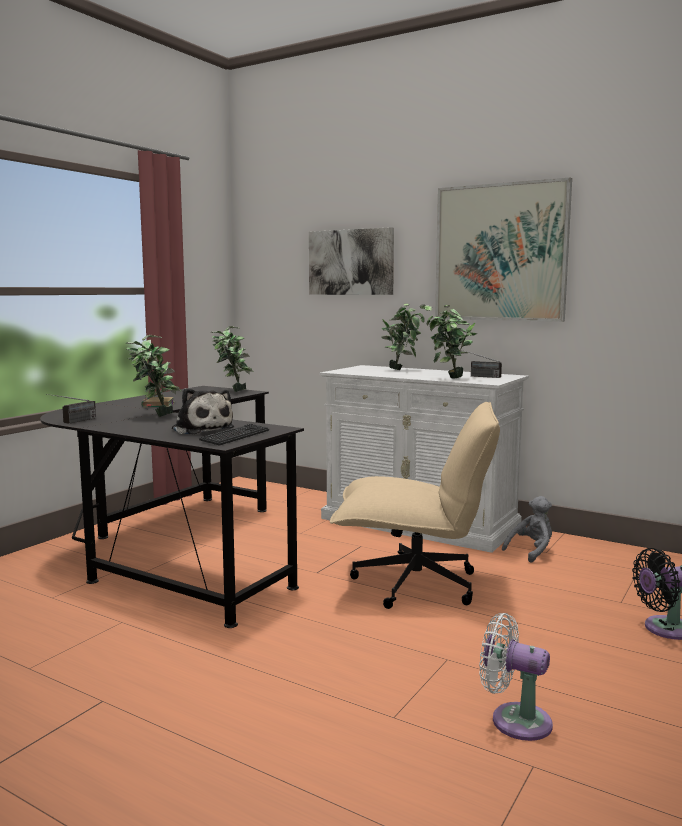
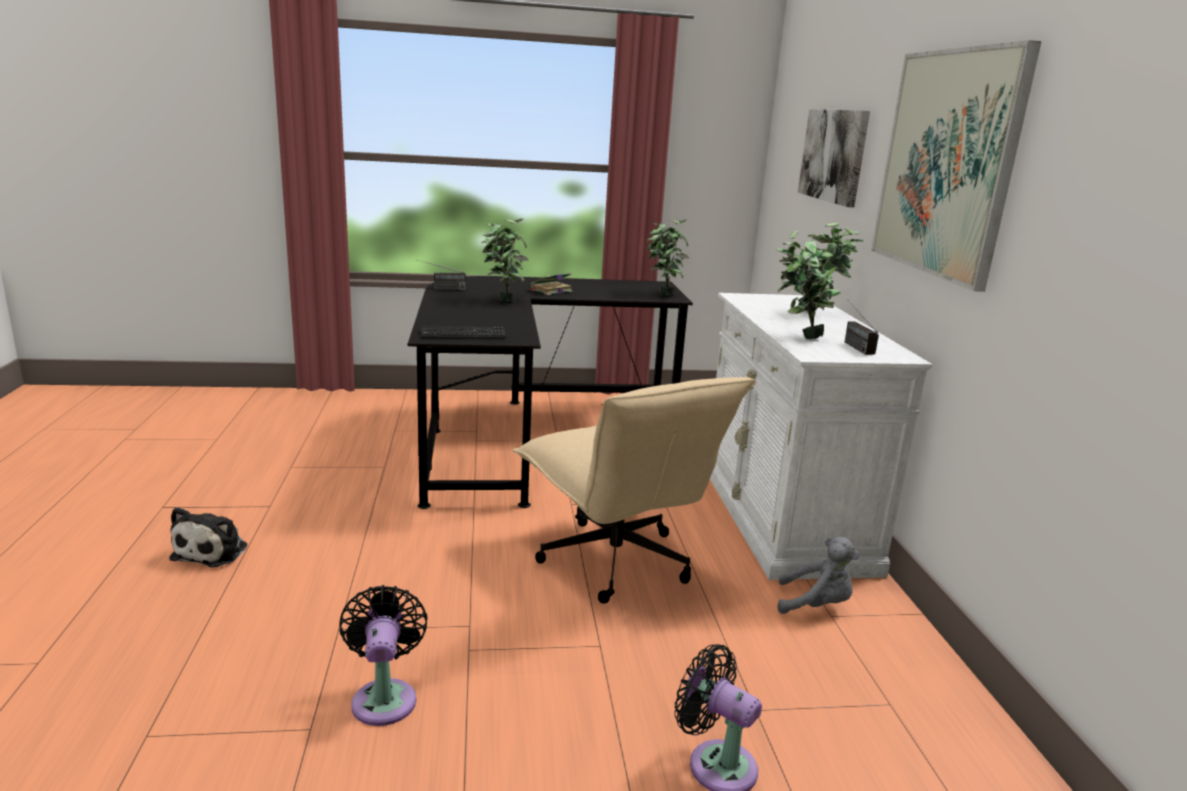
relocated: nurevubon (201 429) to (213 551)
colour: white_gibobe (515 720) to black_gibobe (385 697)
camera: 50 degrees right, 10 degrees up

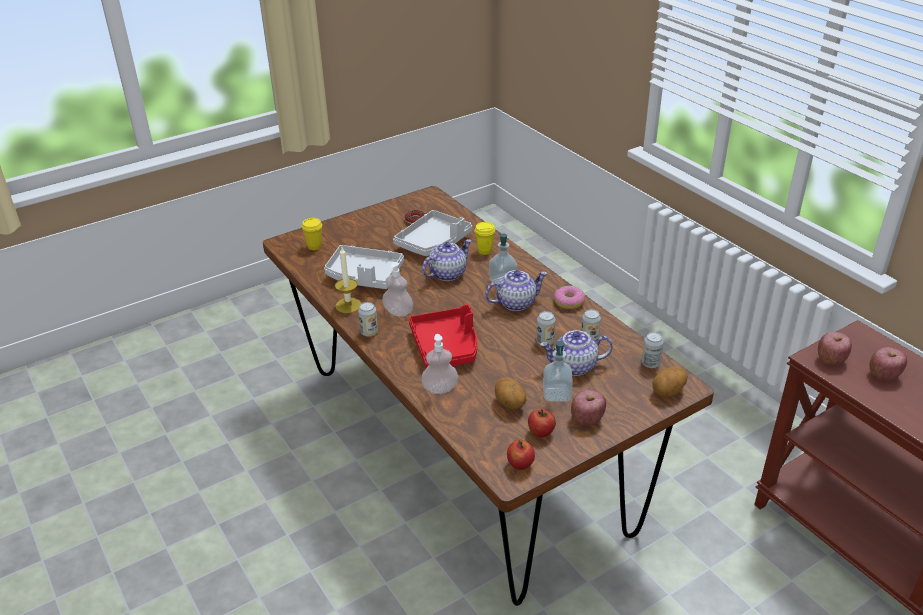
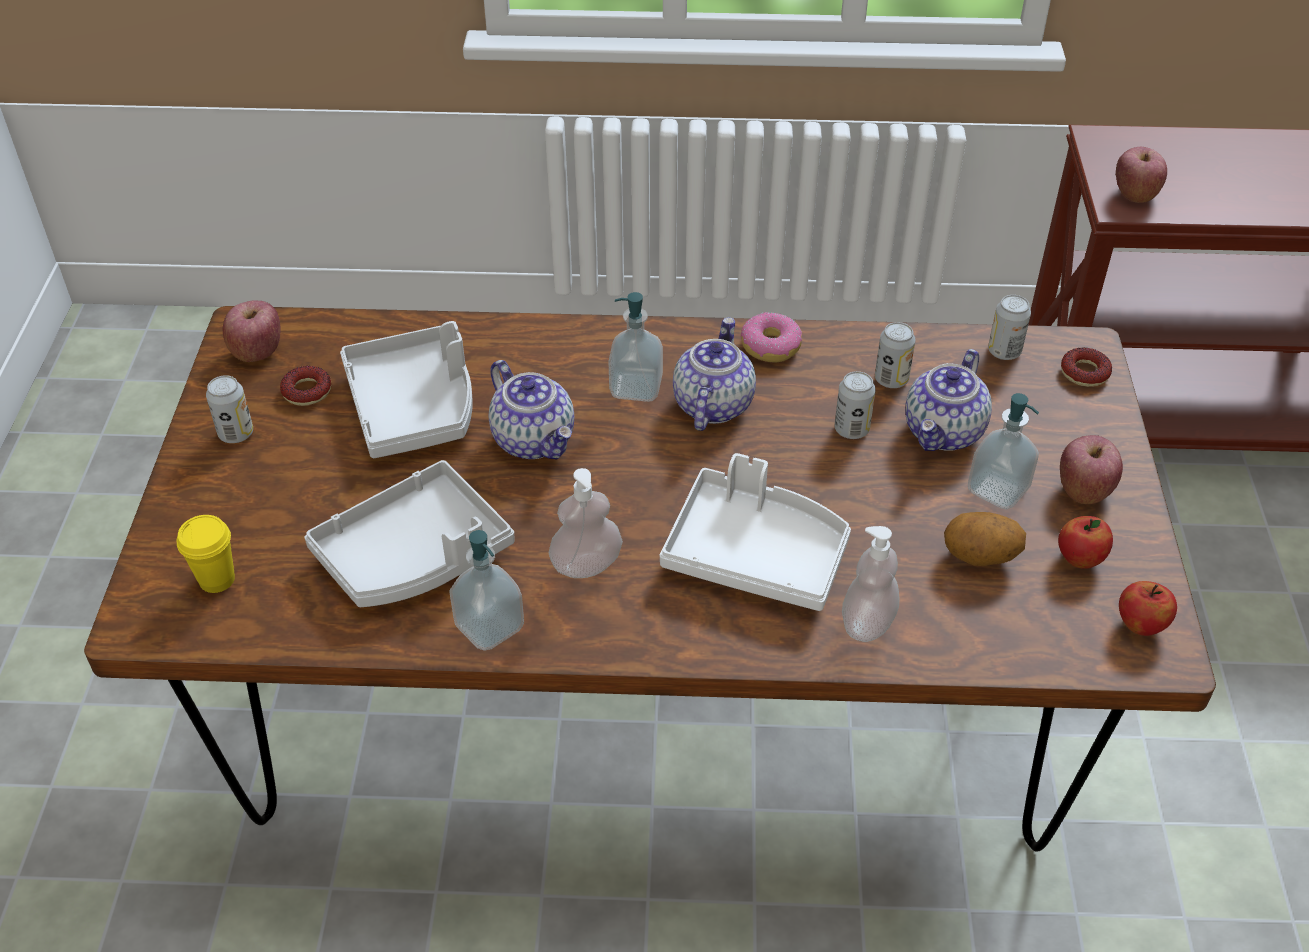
missing: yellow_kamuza (484 251)
relocated: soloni (369 332) to (236 434); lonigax (883 375) to (257 351)
exchanged: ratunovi (348 305) to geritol (489 627); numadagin (668 392) to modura (1084 372)
colour: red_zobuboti (446 347) to white_zobuboti (756 554)
spun: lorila (447 273) = (535 440) 150 degrees clockwise
camera: 55 degrees left, 10 degrees up

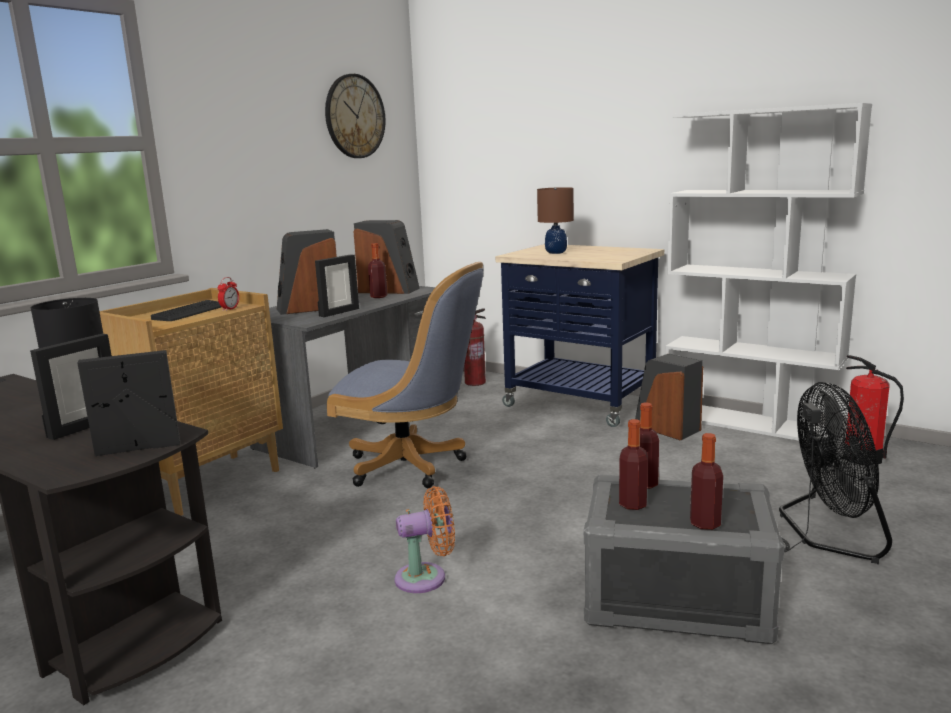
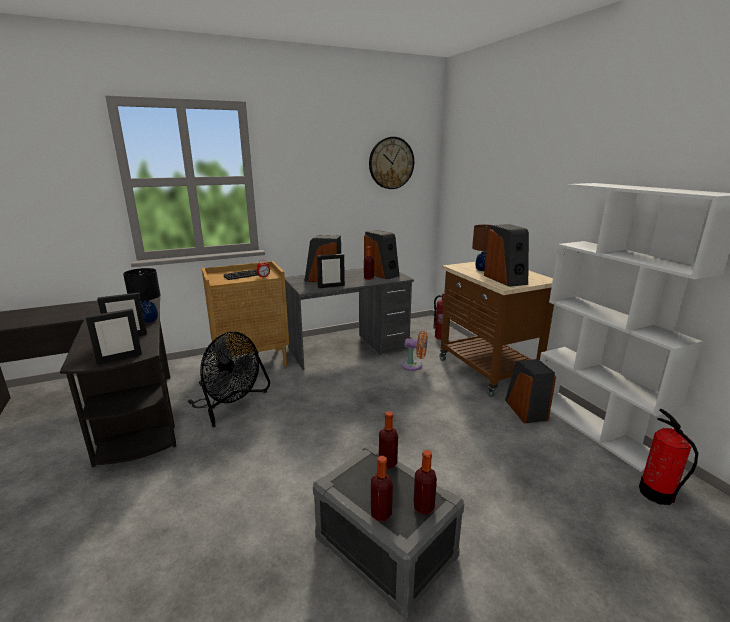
missing: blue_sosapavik (415 468)
appeared: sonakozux (505 279)
relocated: orange_gibobe (426 577) to (414 366); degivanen (632 504) to (423 507); black_gibobe (815 531) to (228 405)
colour: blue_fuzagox (580 404) to brown_fuzagox (487 372)
spun: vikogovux (138 448) = (119 358) 135 degrees clockwise
camera: 30 degrees right, 5 degrees up

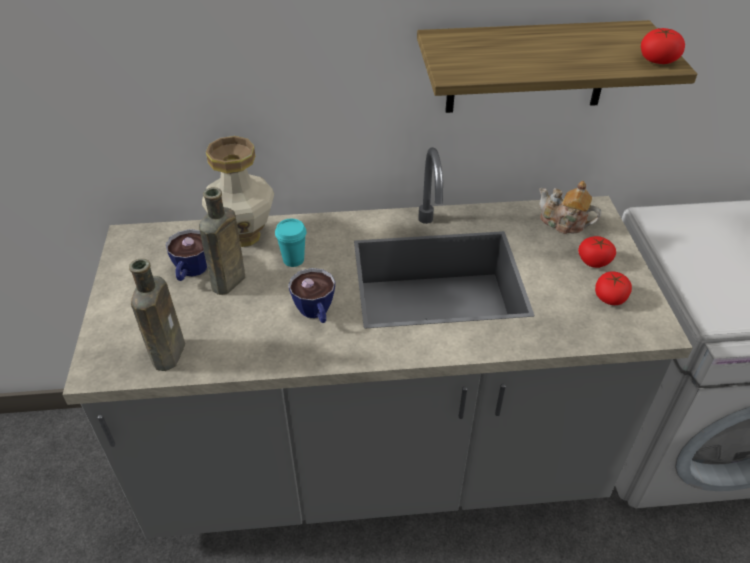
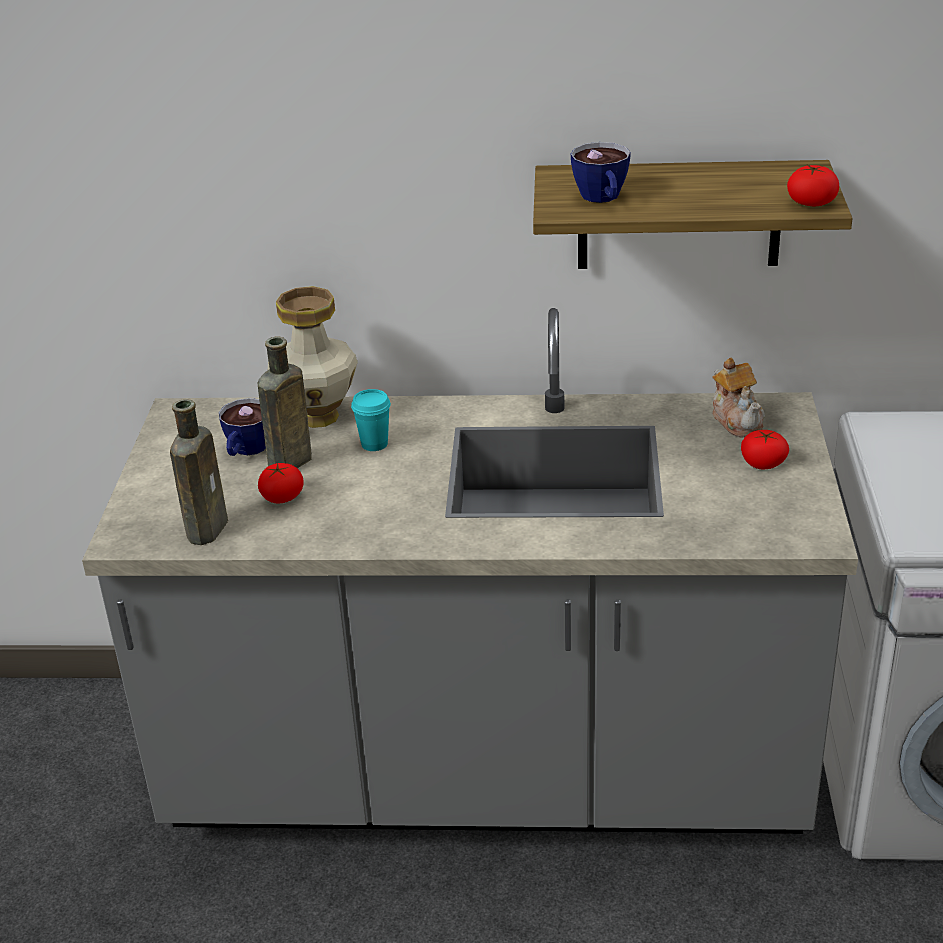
relocated: kamuza (316 313) to (603 199); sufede (610 297) to (282 497)
spun: lorila (563 223) = (737 420) 150 degrees counterclockwise
camera: 10 degrees right, 10 degrees down

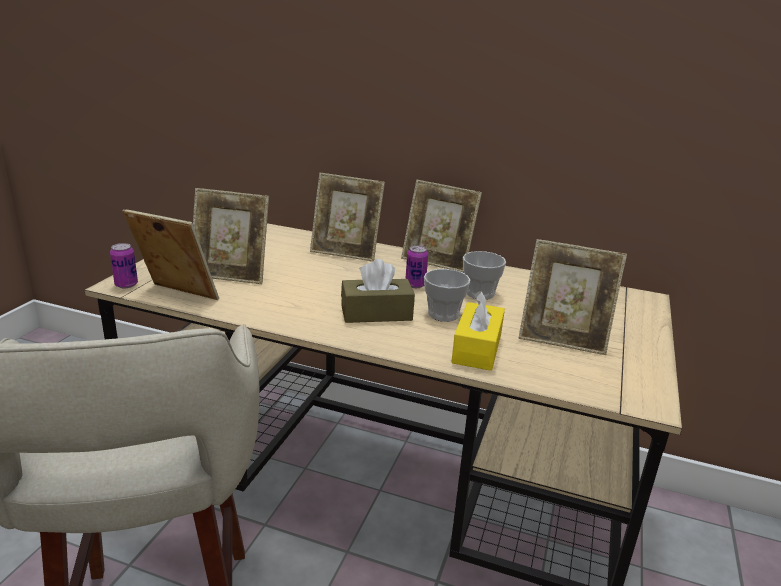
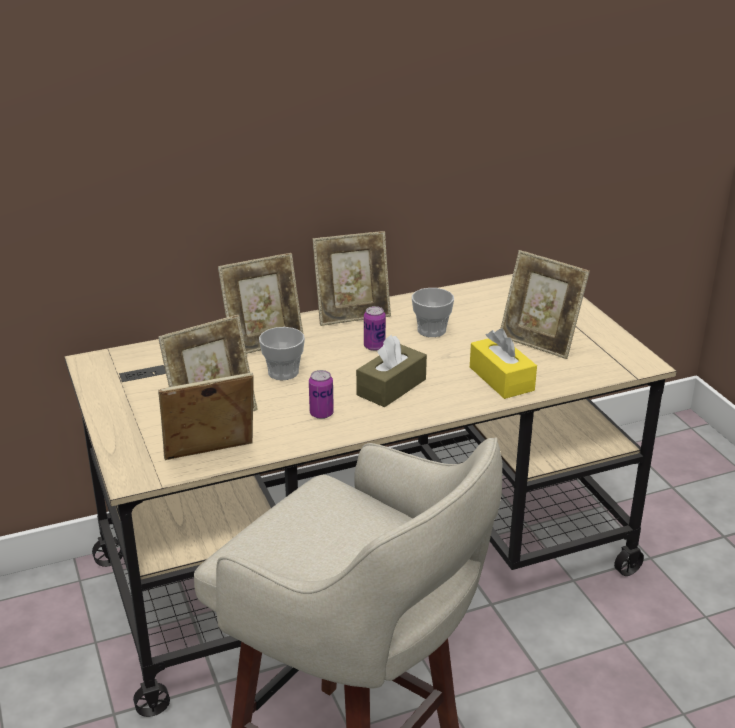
relocated: soloni (126 285) to (321 414); kamuza (443 314) to (283 372)
spun: vikogovux (562 340) = (539 342) 60 degrees clockwise
camera: 40 degrees left, 5 degrees up

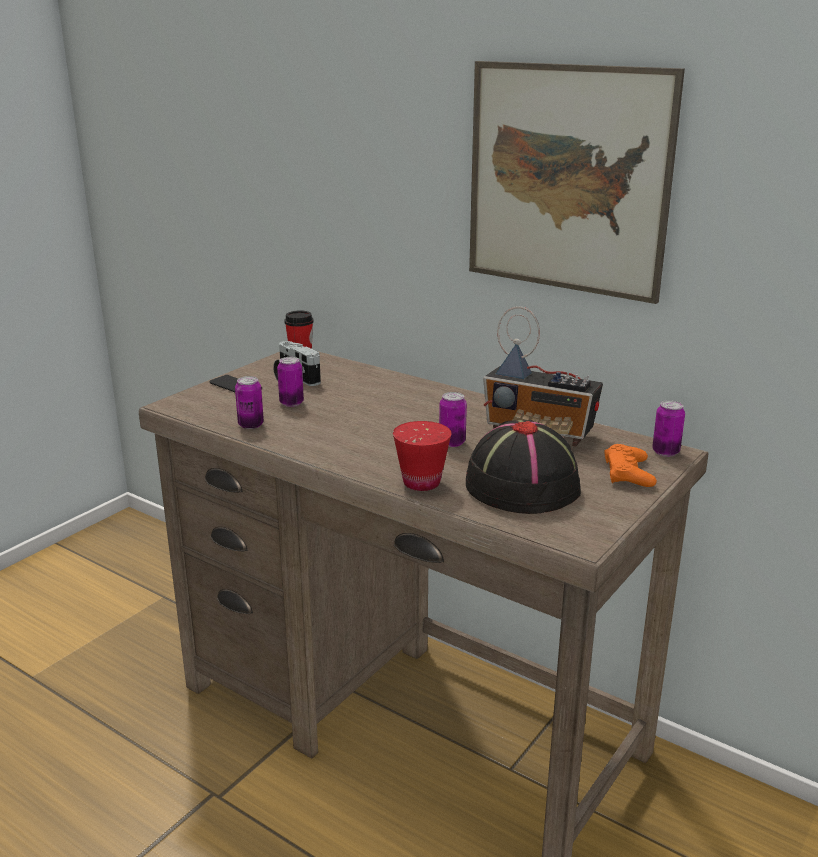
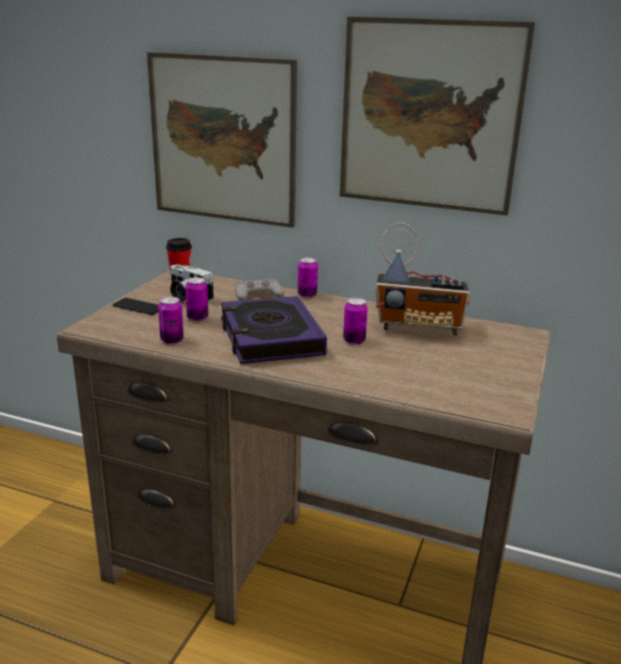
missing: red_kamuza (421 483); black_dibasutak (521 485); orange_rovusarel (628 473)
appeared: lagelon (223 140); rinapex (270 337); grey_rovusarel (258 295)
relocated: soloni (665 452) to (307 295)
camera: 15 degrees left, 0 degrees up

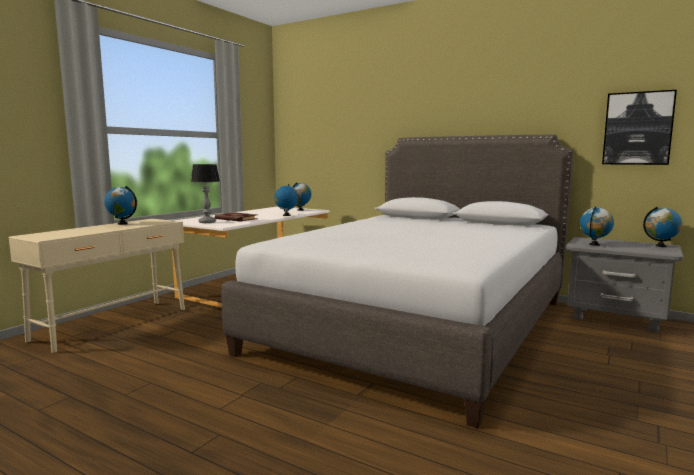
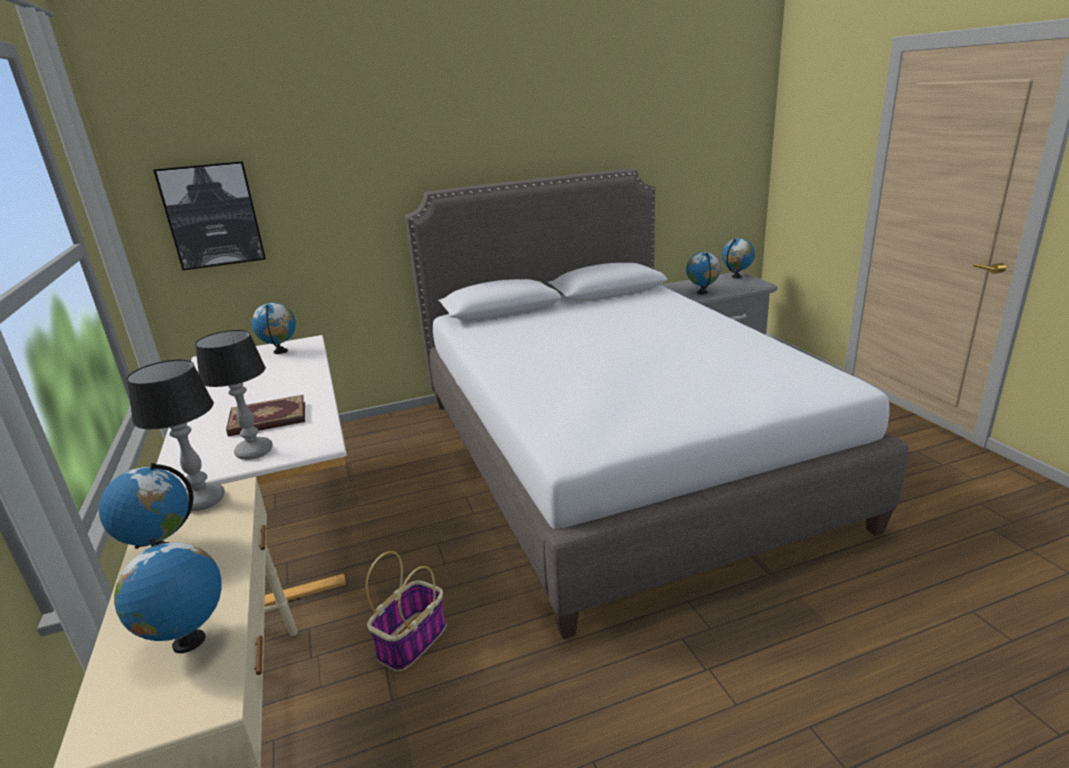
appeared: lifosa (202 501); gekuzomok (412 640)
relocated: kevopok (286 215) to (188 642); lagelon (637 128) to (212 215)
camera: 50 degrees left, 15 degrees up

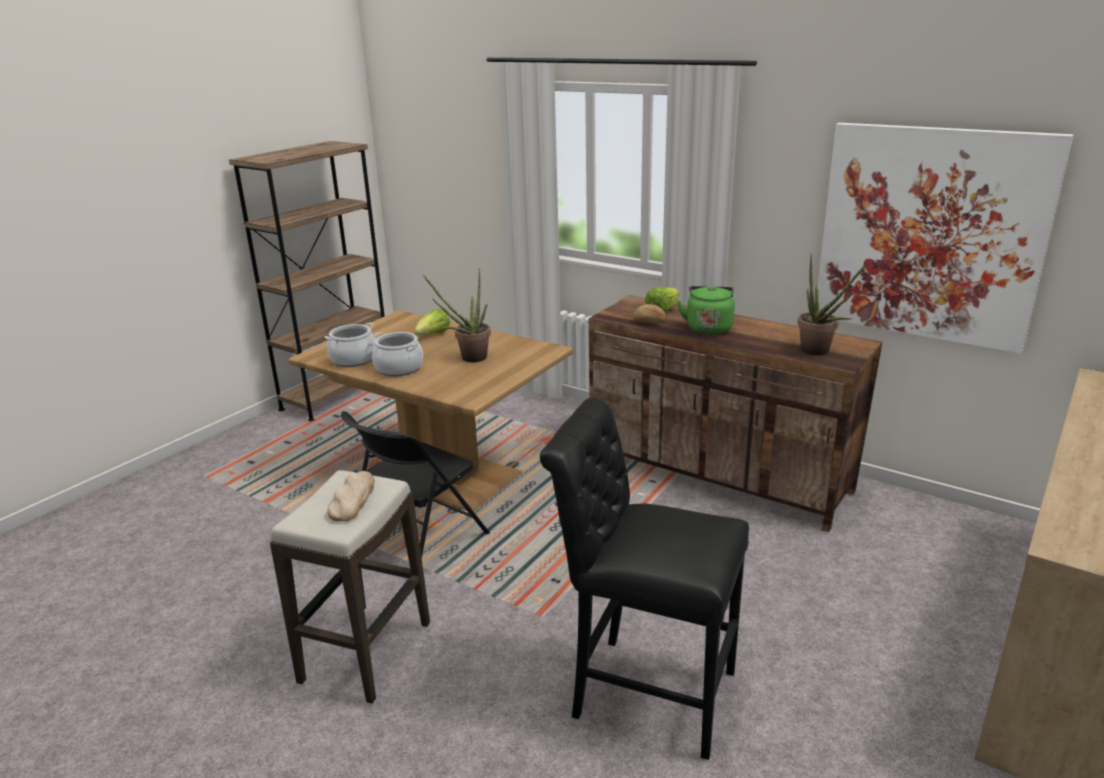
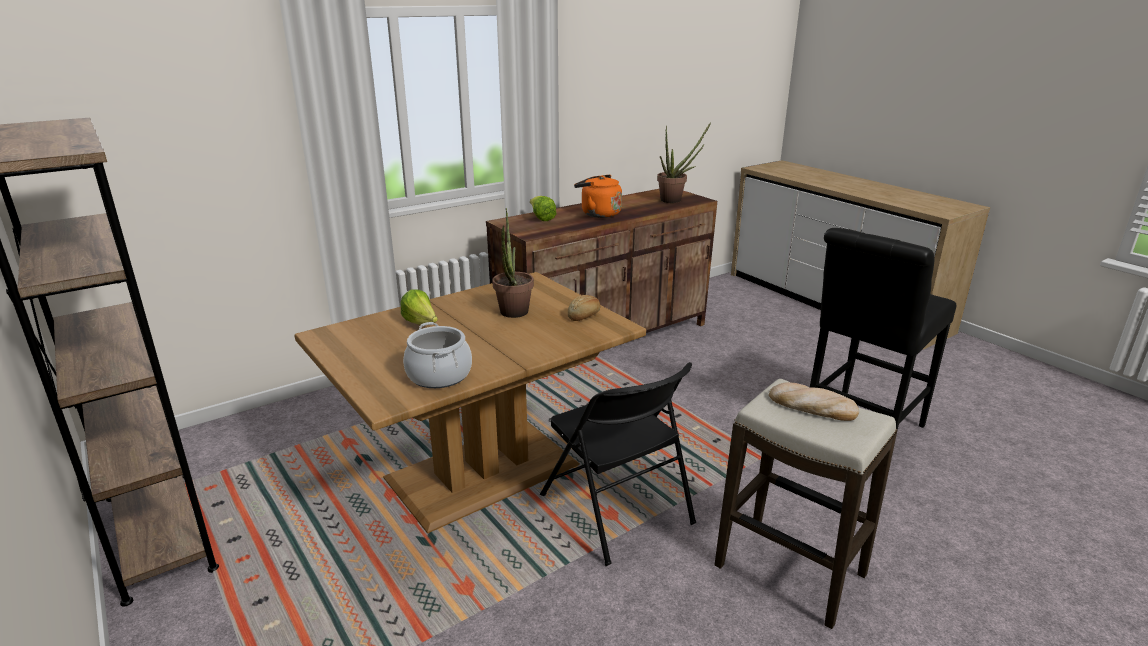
missing: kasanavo (399 368); lagelon (930 235)
relocated: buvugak (649 322) to (584 316)
colour: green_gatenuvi (708 328) to orange_gatenuvi (598 214)
camera: 70 degrees left, 0 degrees up

